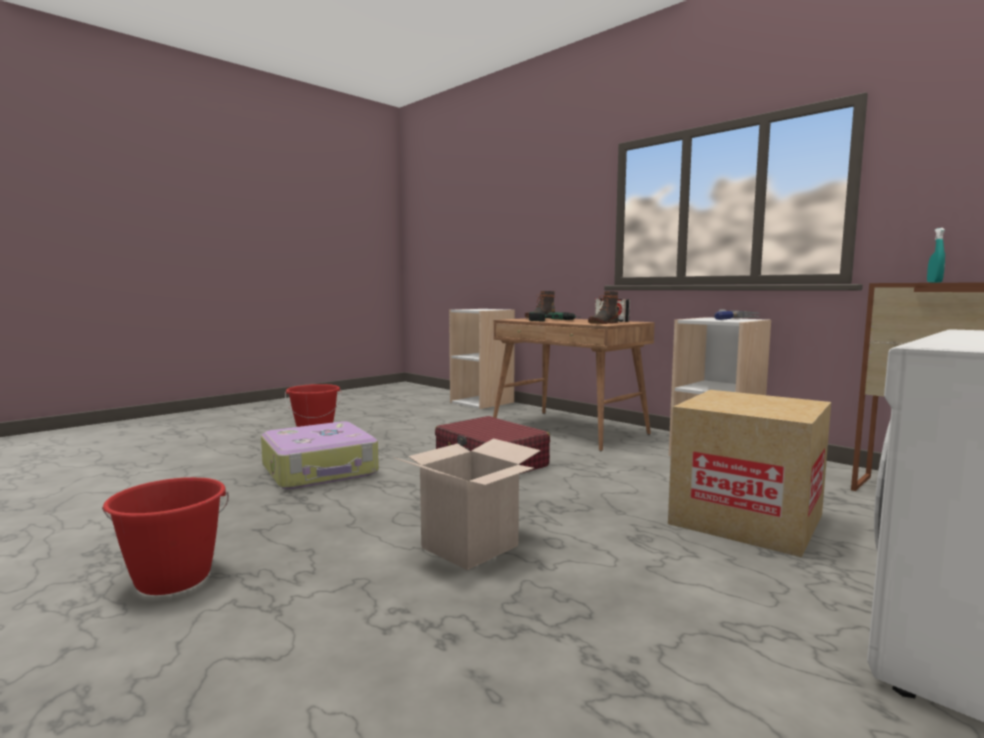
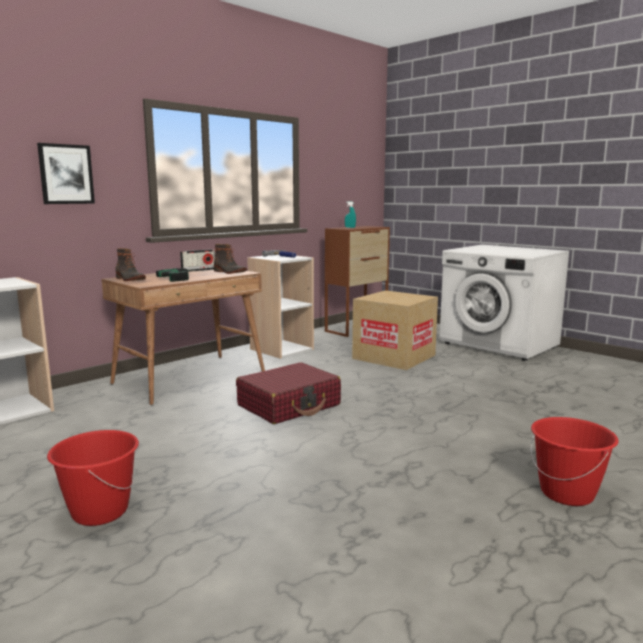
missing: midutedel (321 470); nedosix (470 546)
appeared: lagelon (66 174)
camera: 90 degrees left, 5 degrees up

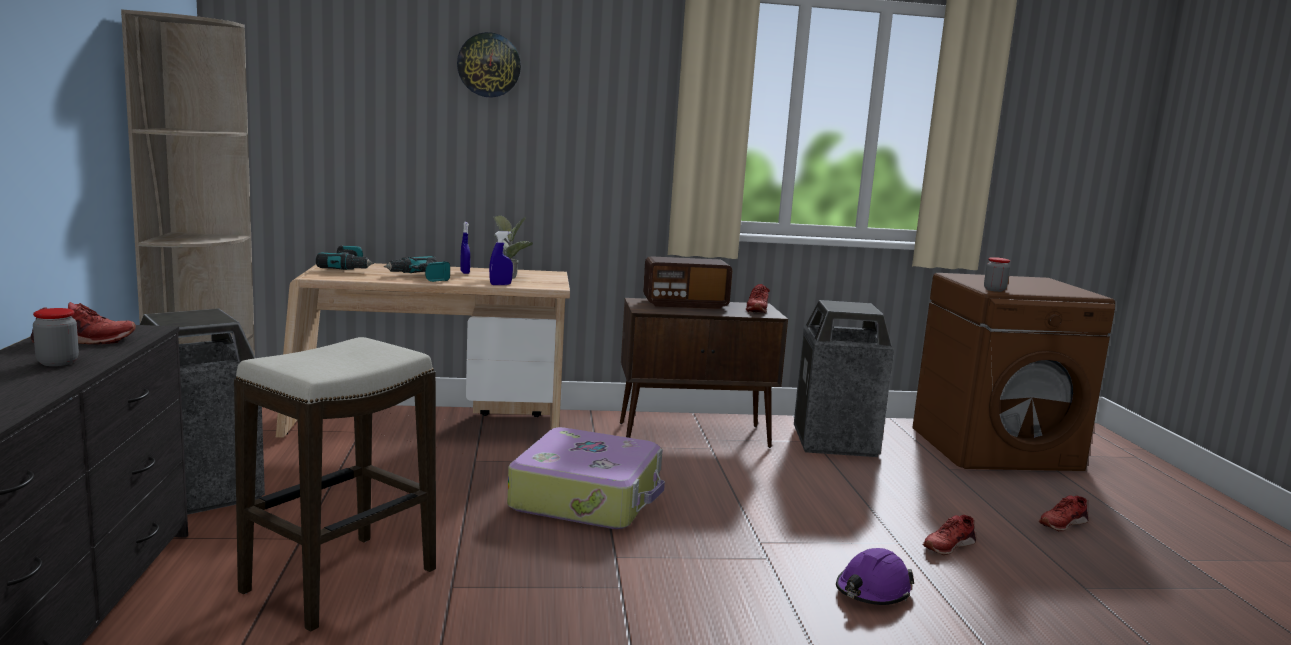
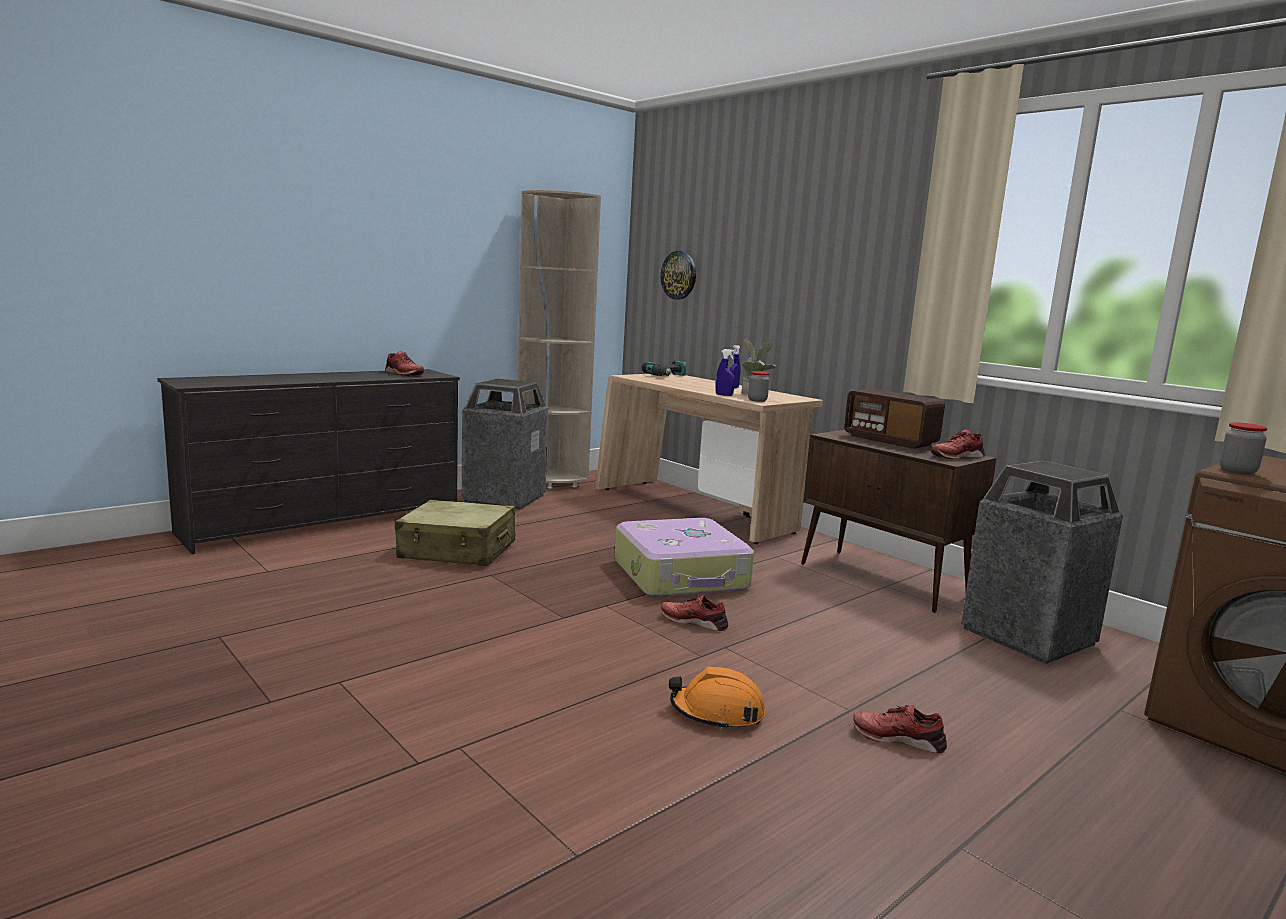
missing: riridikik (420 277)
relocated: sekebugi (58 362) to (757 400); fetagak (489 65) to (679 275); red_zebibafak (1062 523) to (694 621)
exchanged: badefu (340 581) to beige_midutedel (457 550)
colour: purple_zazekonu (872 592) to orange_zazekonu (717 713)
camera: 55 degrees right, 0 degrees up

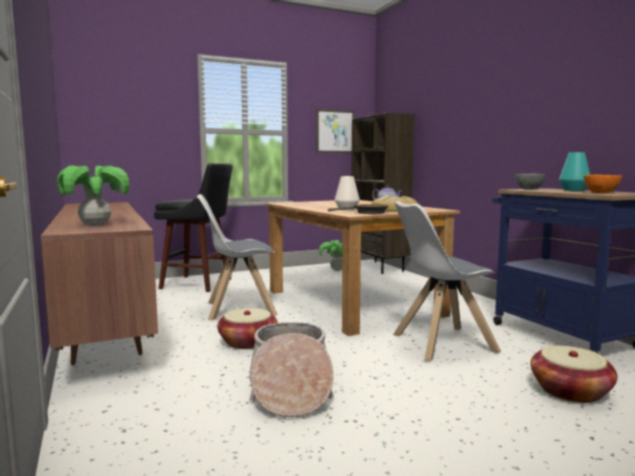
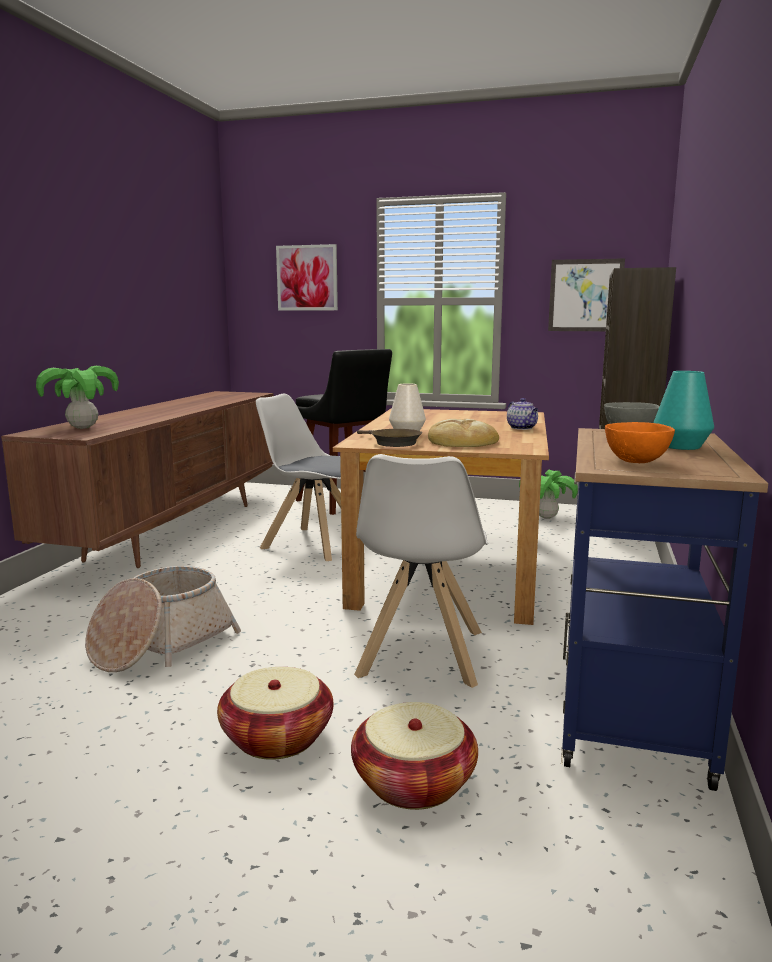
appeared: lagelon (307 278)
relocated: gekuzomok (248 342) to (277 737)
spun: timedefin (441 343) = (420 655) 105 degrees counterclockwise
camera: 40 degrees right, 5 degrees up

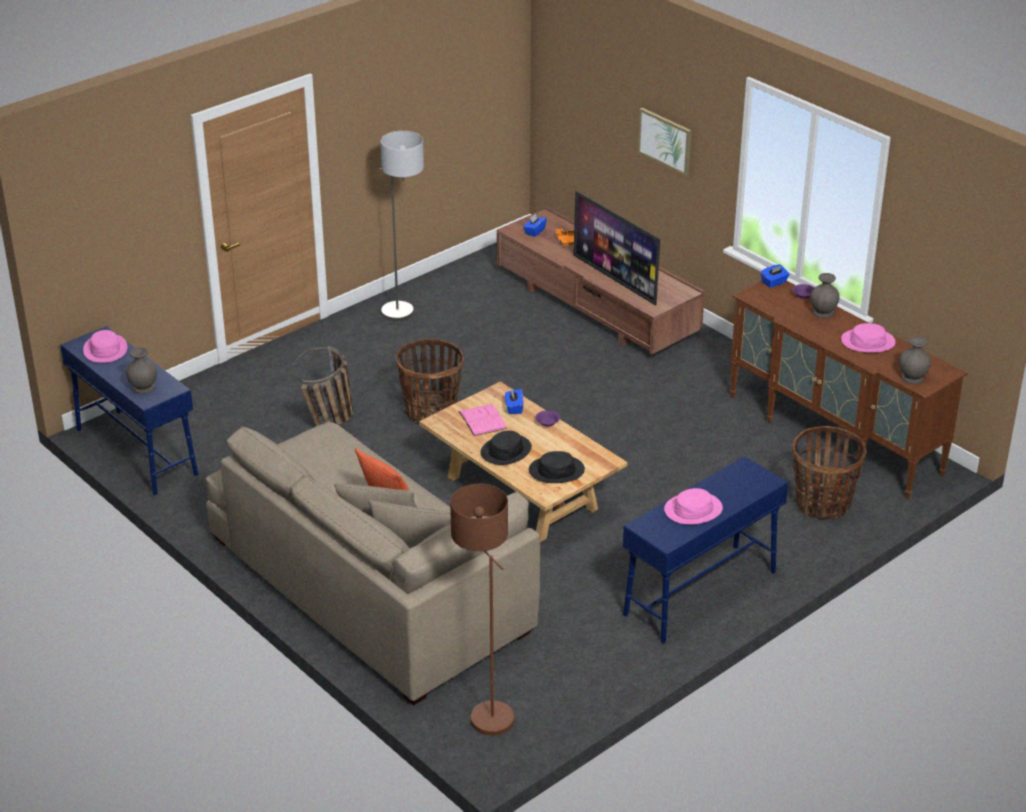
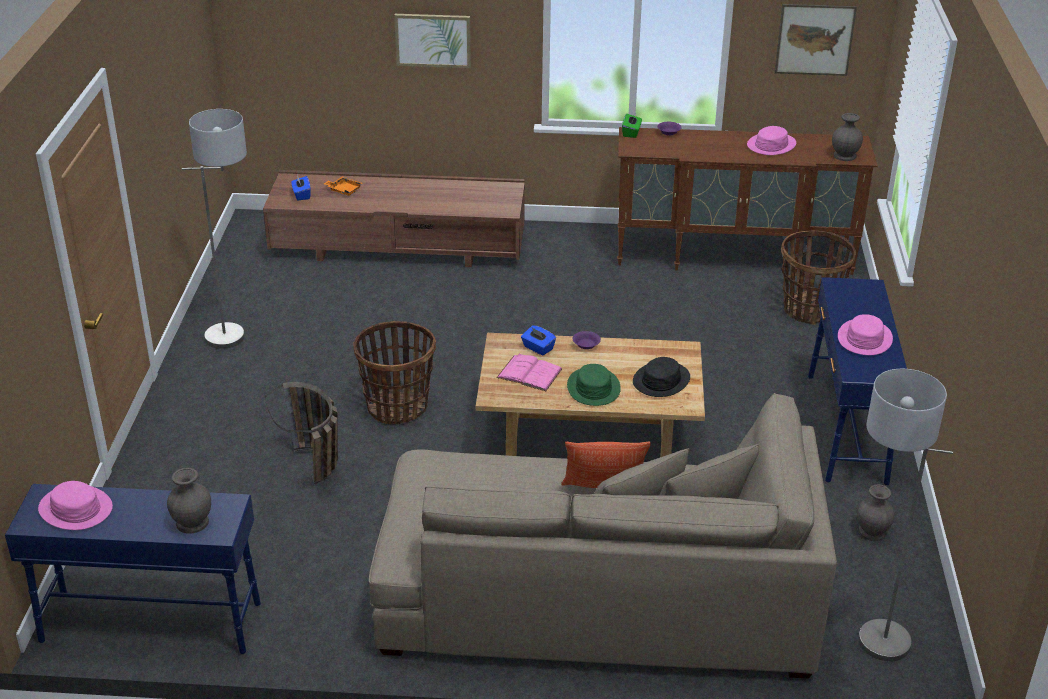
missing: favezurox (616 279)
appeared: lagelon (815 39)
relocated: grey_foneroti (822 312) to (872 532)
colour: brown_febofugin (485 712) to grey_febofugin (868 639); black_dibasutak (506 450) to green_dibasutak (593 388); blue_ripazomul (774 282) to green_ripazomul (631 133)
camera: 45 degrees left, 0 degrees up

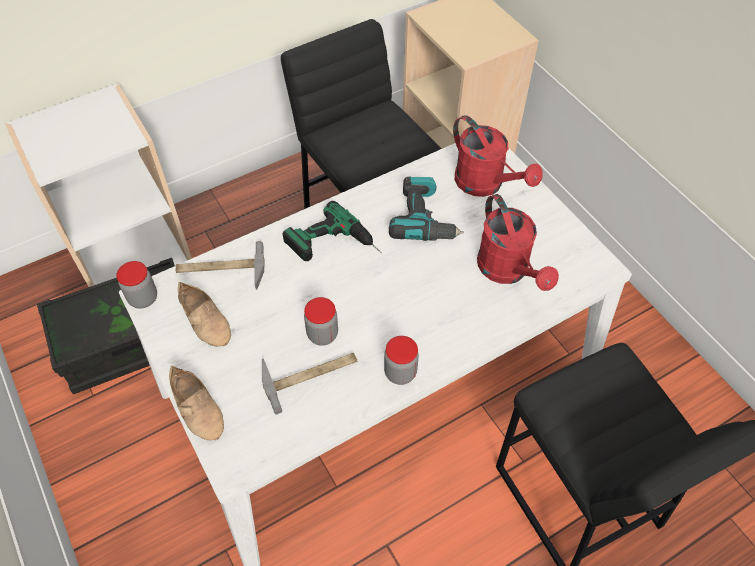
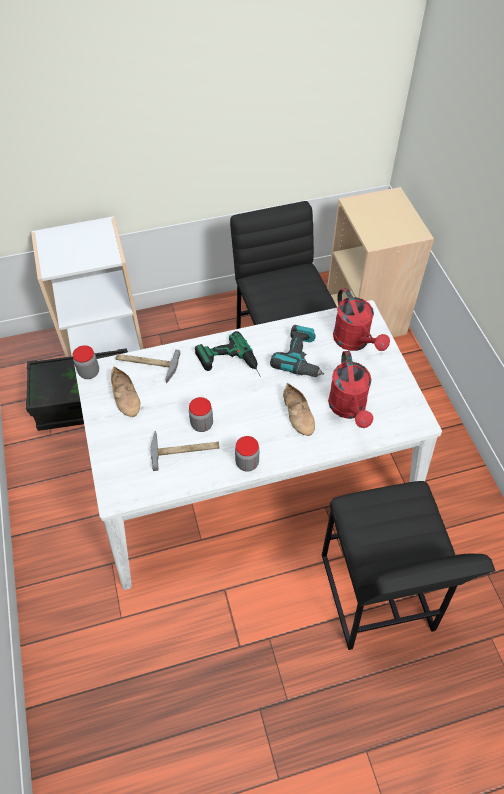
relocated: beige_zebibafak (199 406) to (299 413)
camera: 15 degrees right, 0 degrees up

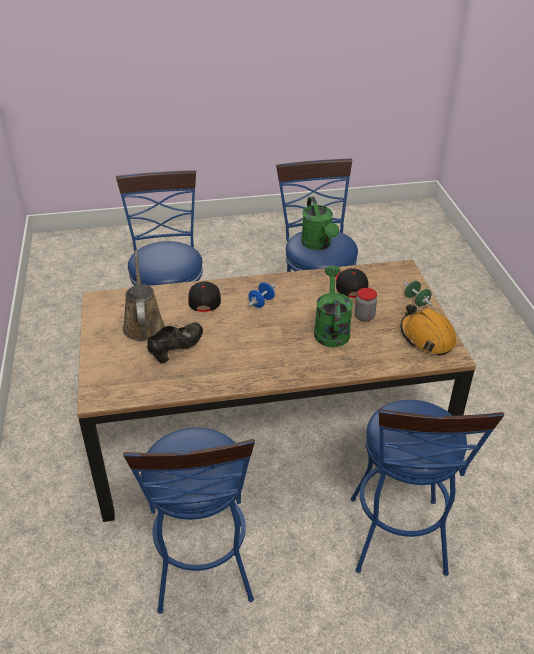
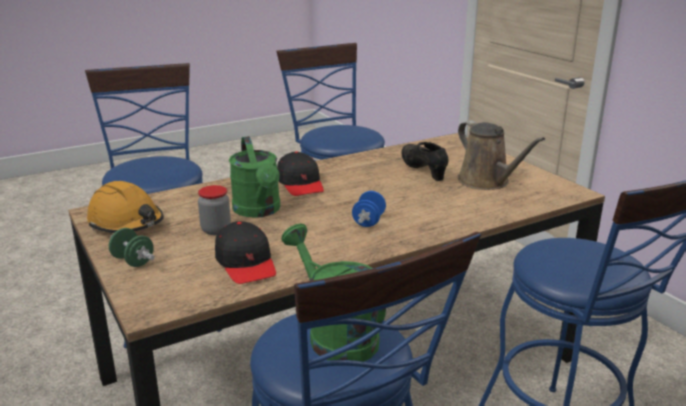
relocated: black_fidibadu (204 299) to (300 183)
spun: black_zebibafak (177 349) = (423 171) 135 degrees clockwise
camera: 160 degrees right, 15 degrees down

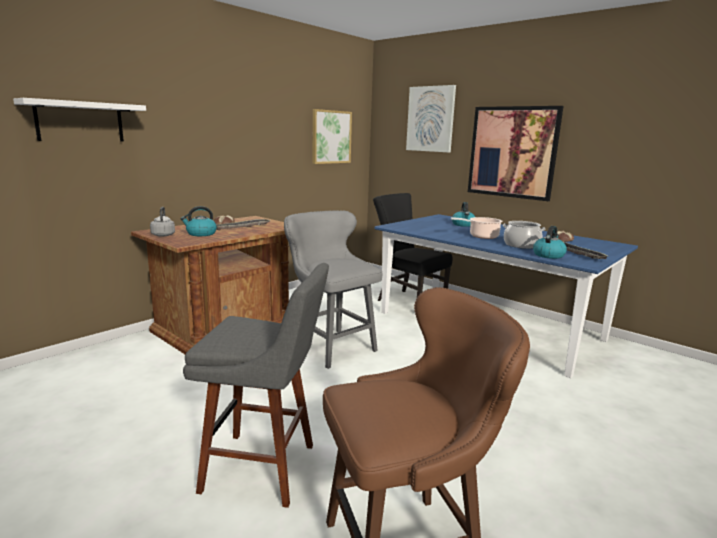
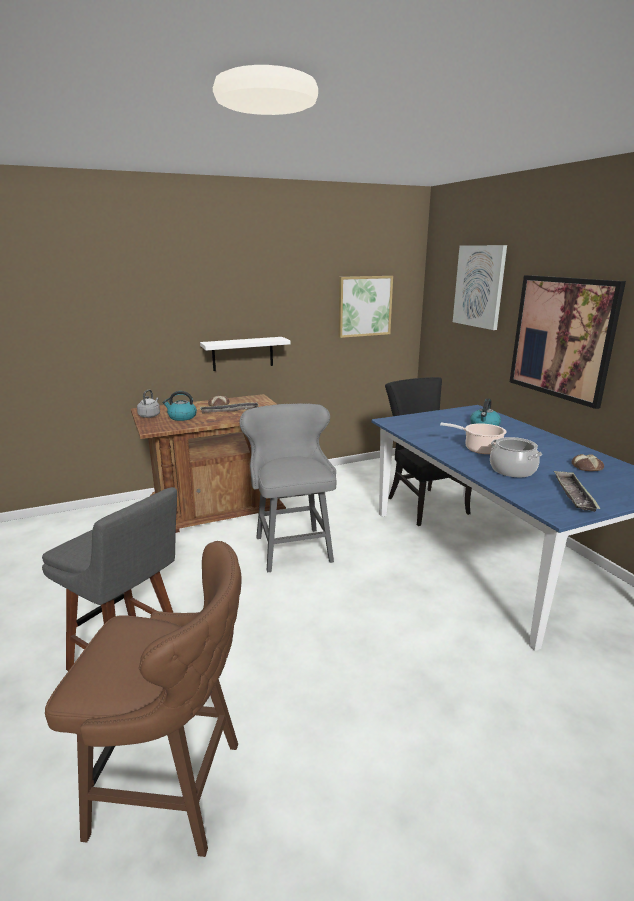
missing: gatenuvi (548 255)
relocated: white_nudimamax (80 122) to (242 353)
camera: 25 degrees right, 5 degrees up

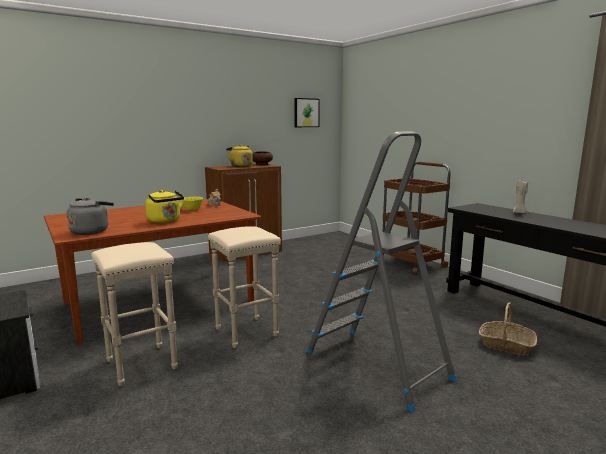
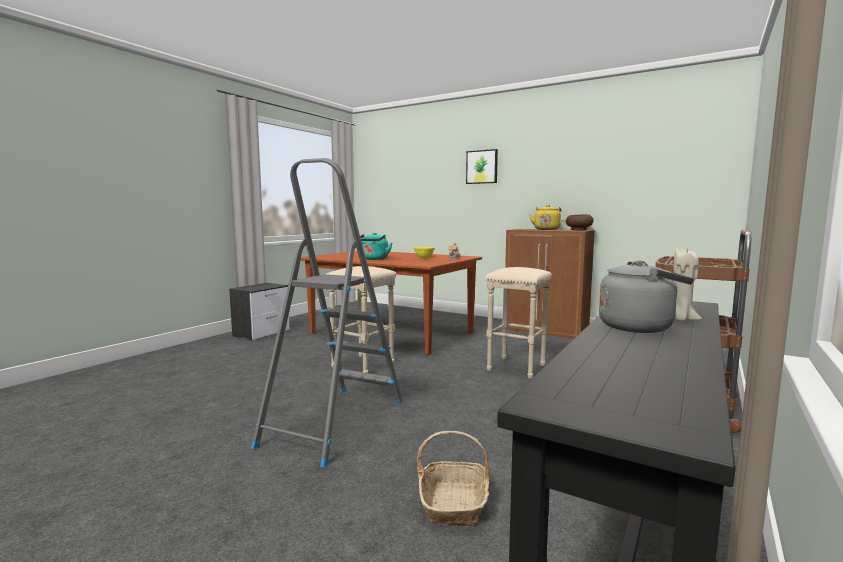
relocated: grey_gatenuvi (91 231) to (640 327); beige_badefu (141 365) to (515 367); lagelon (306 113) to (482 167)
colour: yellow_gatenuvi (165 221) to turquoise_gatenuvi (374 259)
camera: 65 degrees right, 5 degrees down

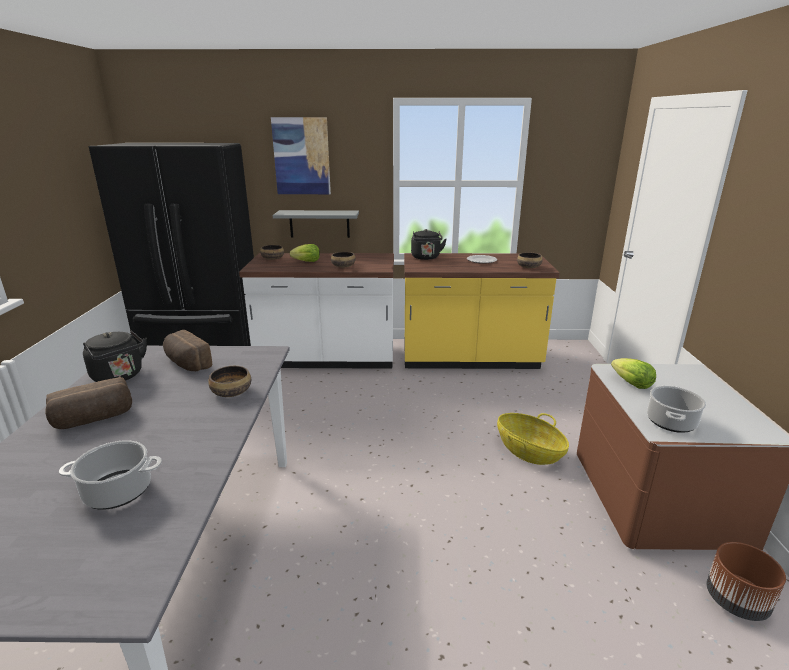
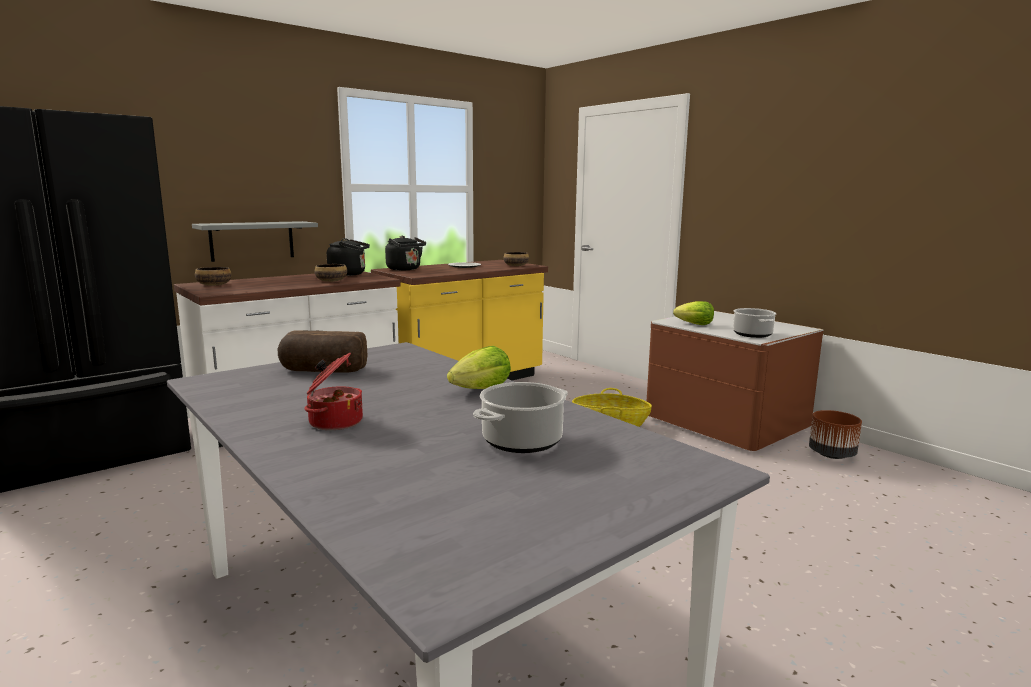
missing: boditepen (232 392); lagelon (301 156)
relocated: black_gatenuvi (120 377) to (349 274); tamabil (307 262) to (482 390)
exchanged: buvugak (94 419) to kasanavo (334 422)
camera: 40 degrees left, 10 degrees down

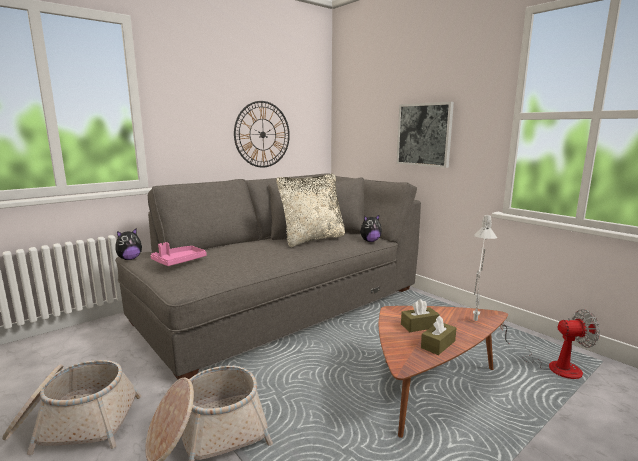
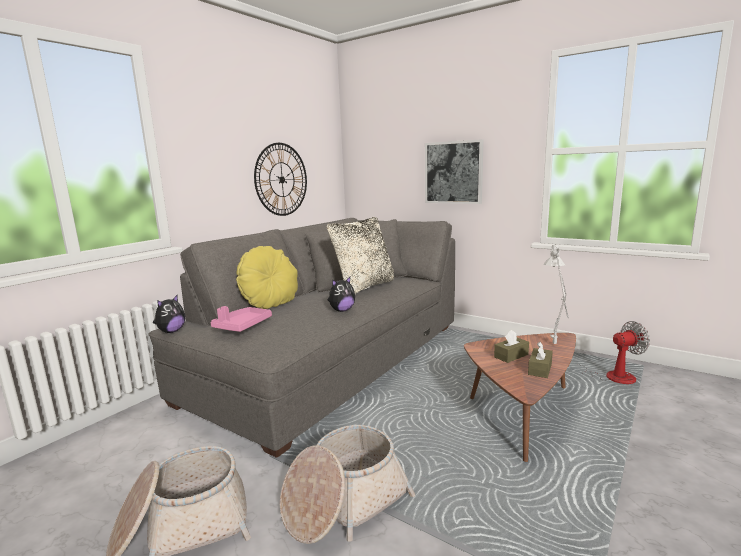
appeared: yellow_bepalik (270 305)
relocated: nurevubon (370 241) to (342 310)
camera: 15 degrees left, 0 degrees up

